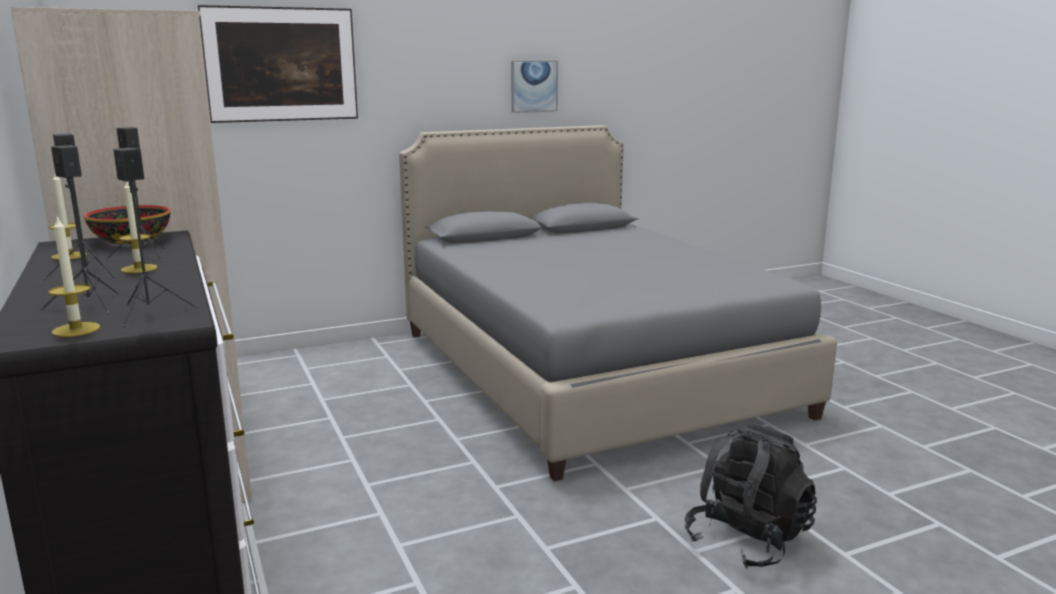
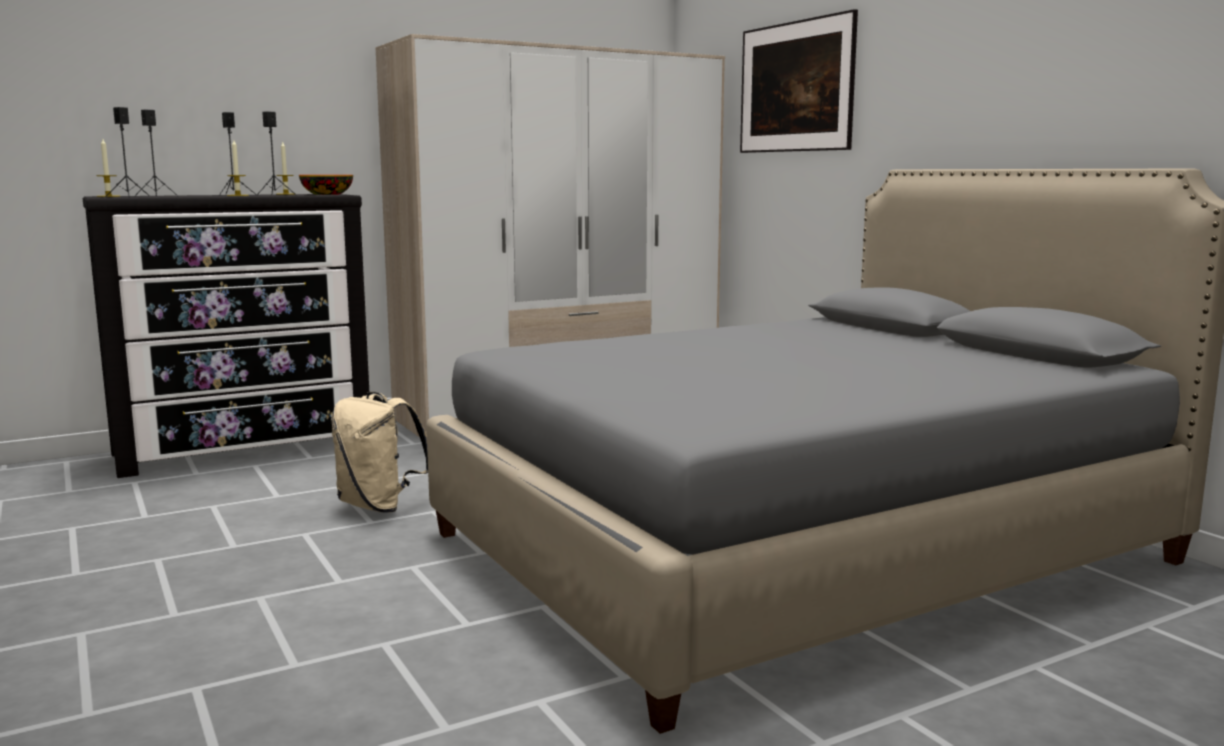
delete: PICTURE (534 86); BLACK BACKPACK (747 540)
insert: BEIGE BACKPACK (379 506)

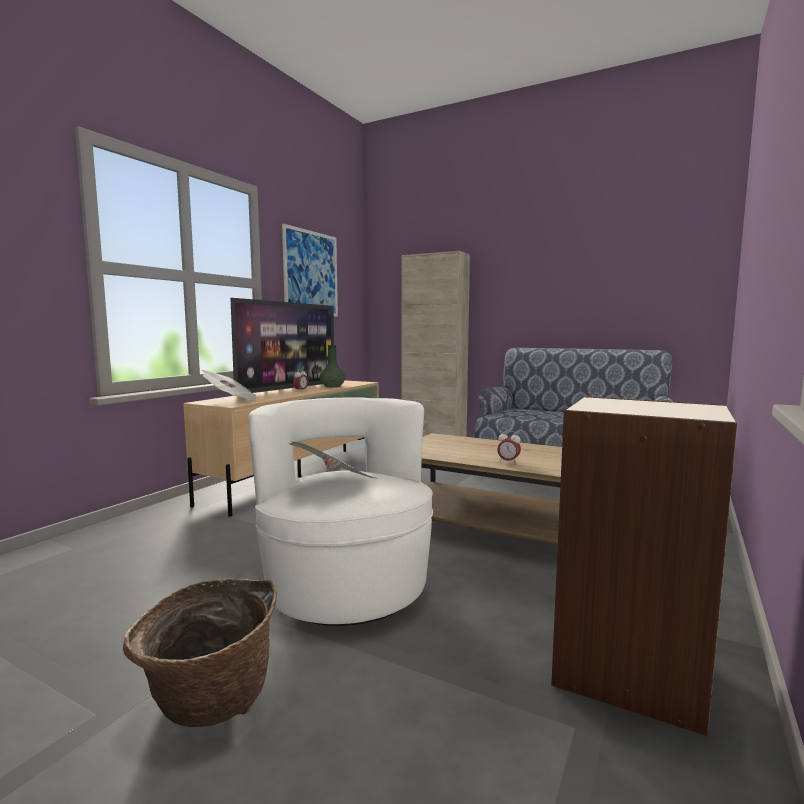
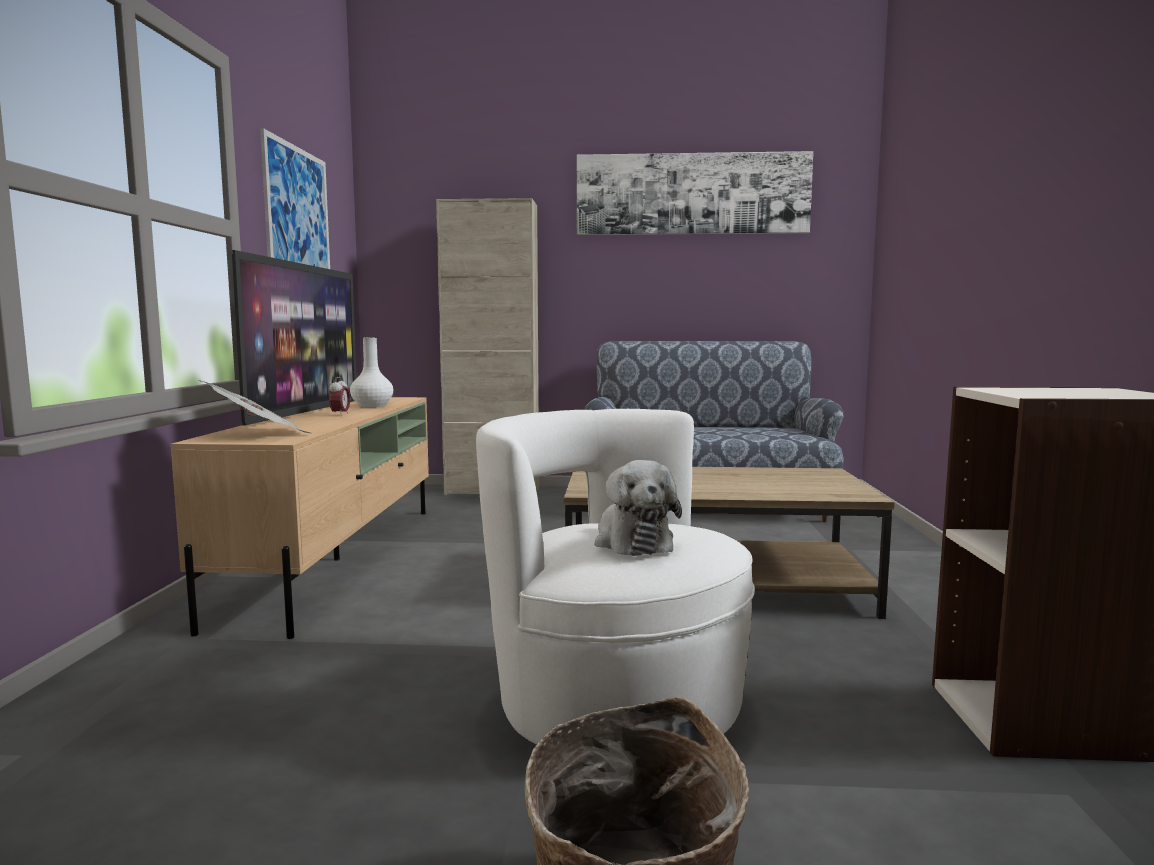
delete: ALARM CLOCK (508 462)
insert: PICTURE (692 194)
replace: NEWSPAPER (335 484) to PLUSH TOY (632 541)
recolor: GREEN VASE (332 386) to WHITE VASE (372 405)

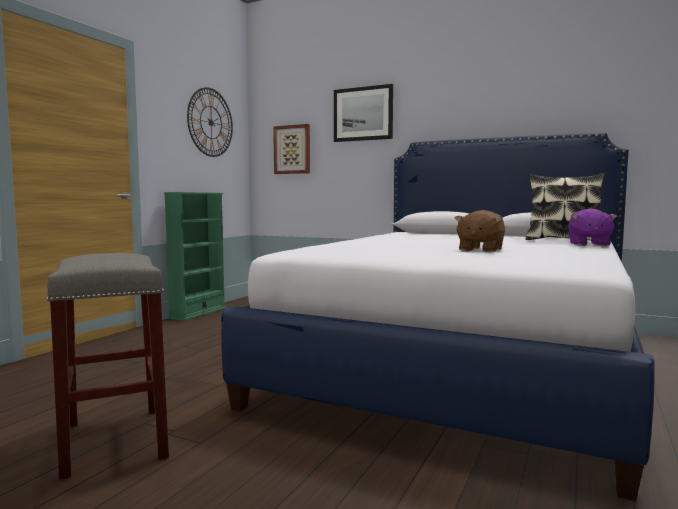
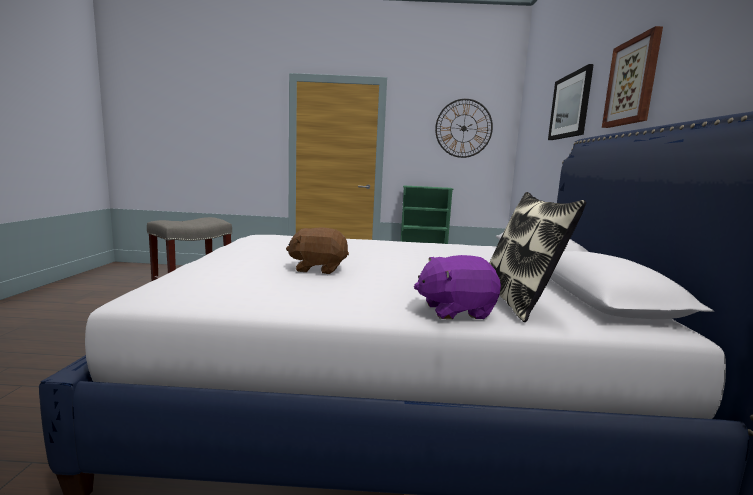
move: PICTURE (292 149) to (632 82)

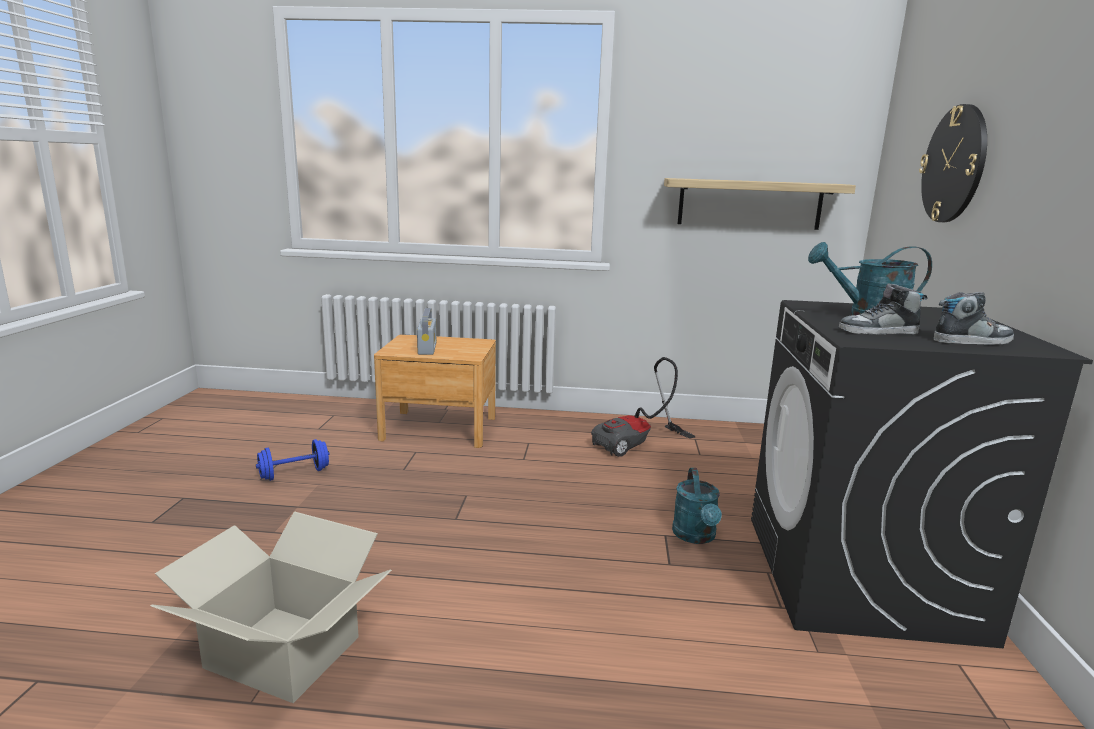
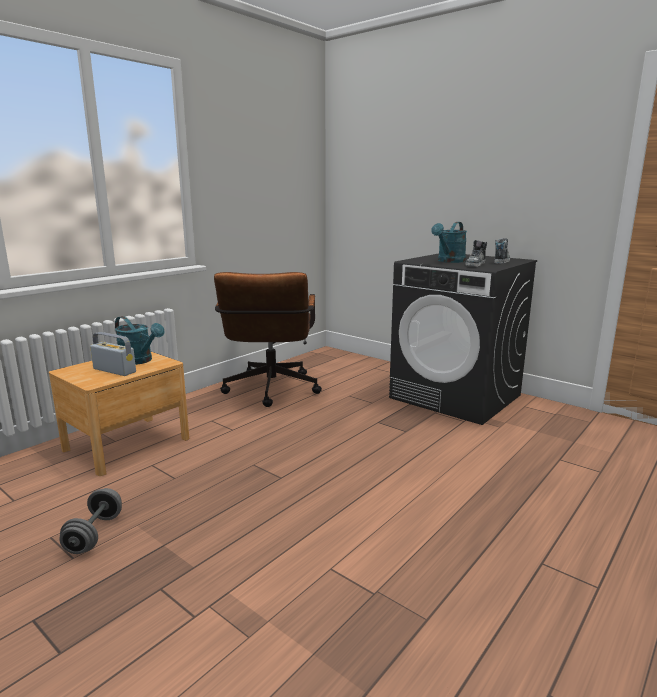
delete: CARDBOARD BOX (284 651); SHELF (749 204); WALL CLOCK (954 164)
move: TURQUOISE WATERING CAN (696 537) to (140 361)
replace: VACUUM CLEANER (638 445) to BROWN OFFICE CHAIR (270 392)
recolor: BLUE DUMBBELL (294 474) to GREY DUMBBELL (94 534)

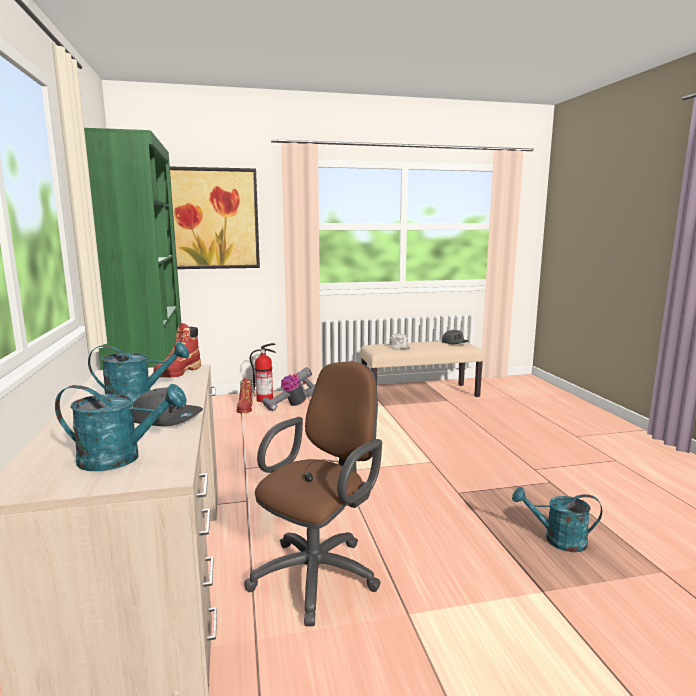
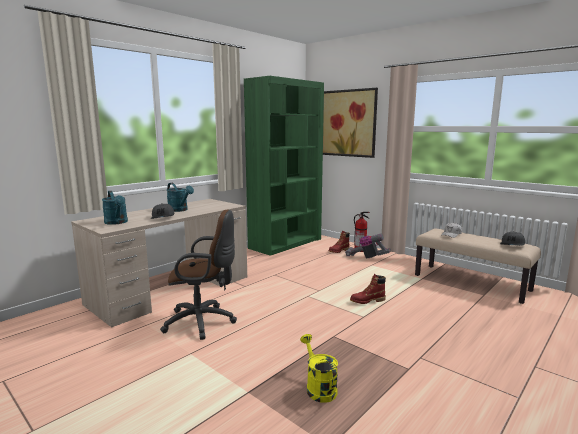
move: RED BOOT (178 373) to (367 301)
recolor: TURQUOISE WATERING CAN (557 540) to YELLOW WATERING CAN (318 387)

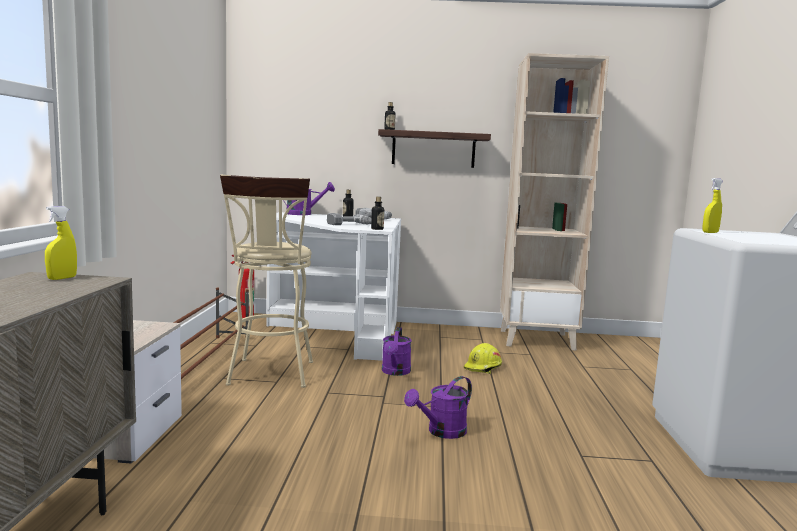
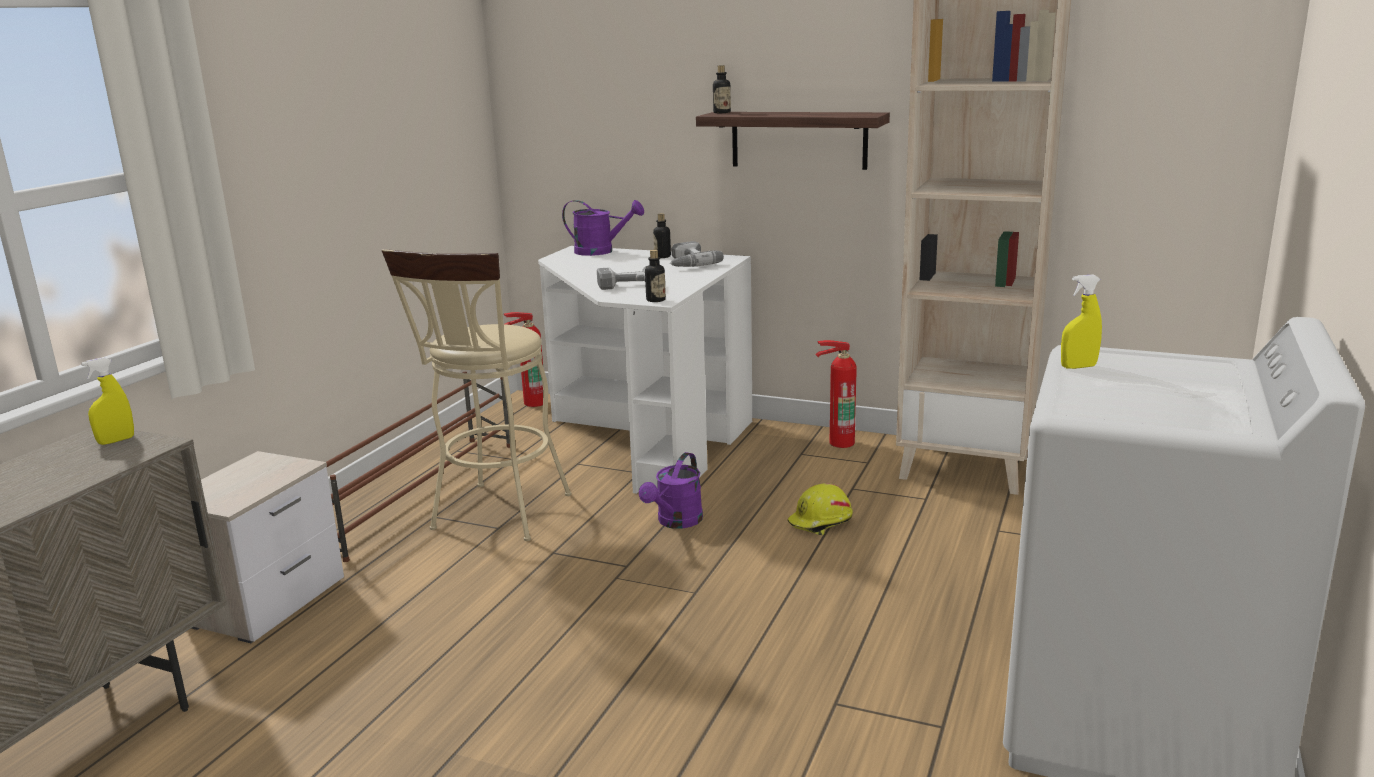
delete: PURPLE WATERING CAN (441 432)
insert: FIRE EXTINGUISHER (839 442)

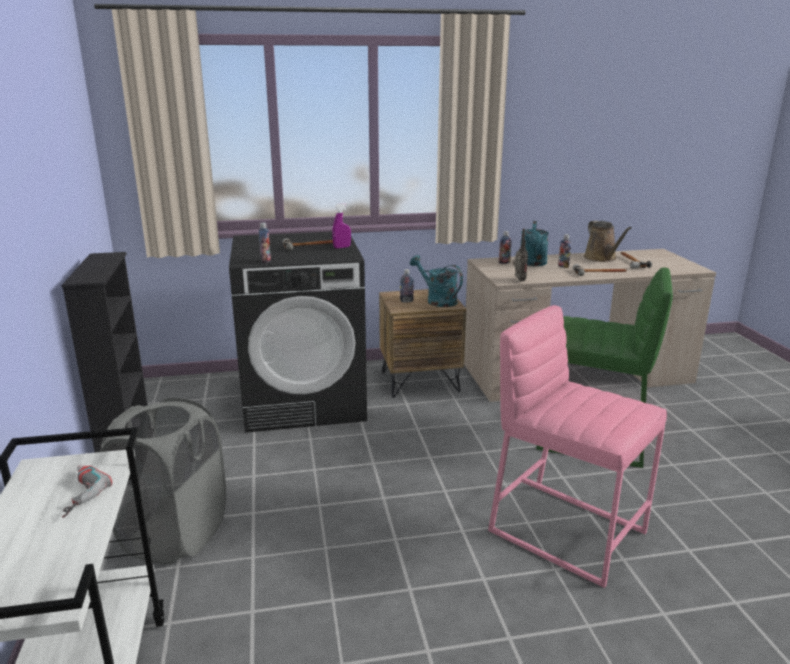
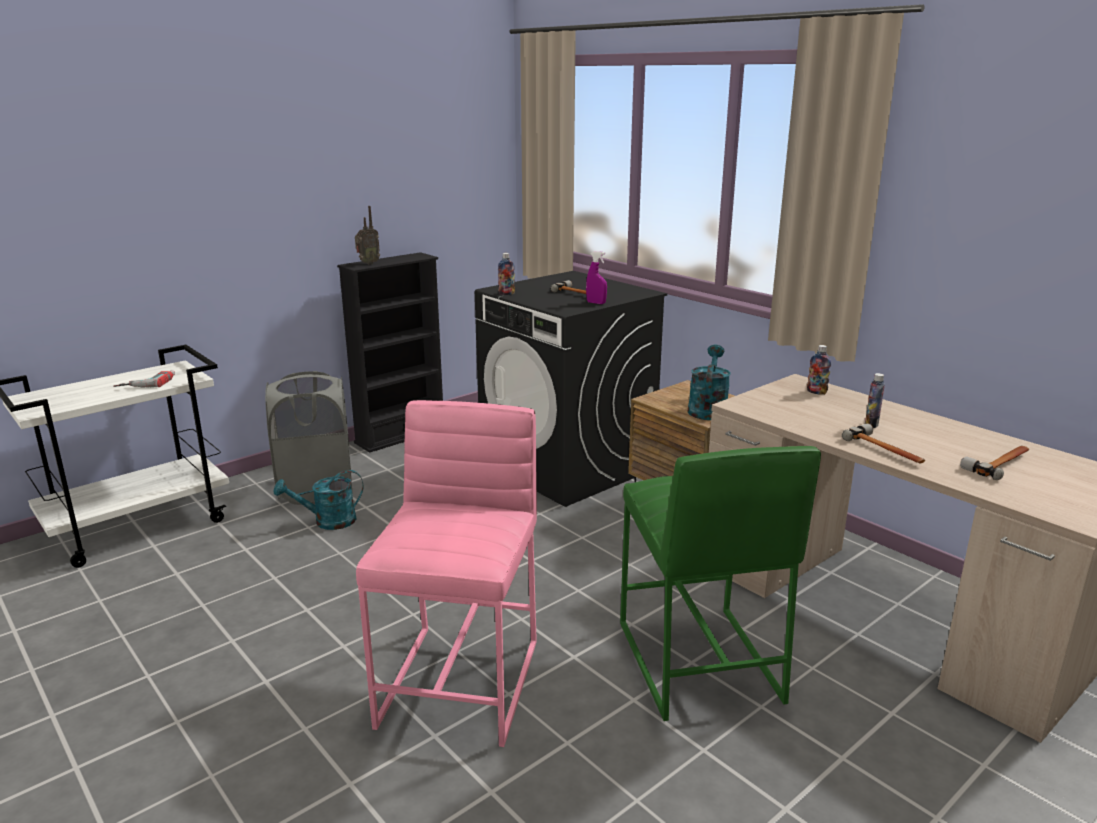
delete: BOTTLE (406 301); BROWN WATERING CAN (602 258)
move: TURQUOISE WATERING CAN (533 263) to (327 522); RADIO (519 281) to (367 263)

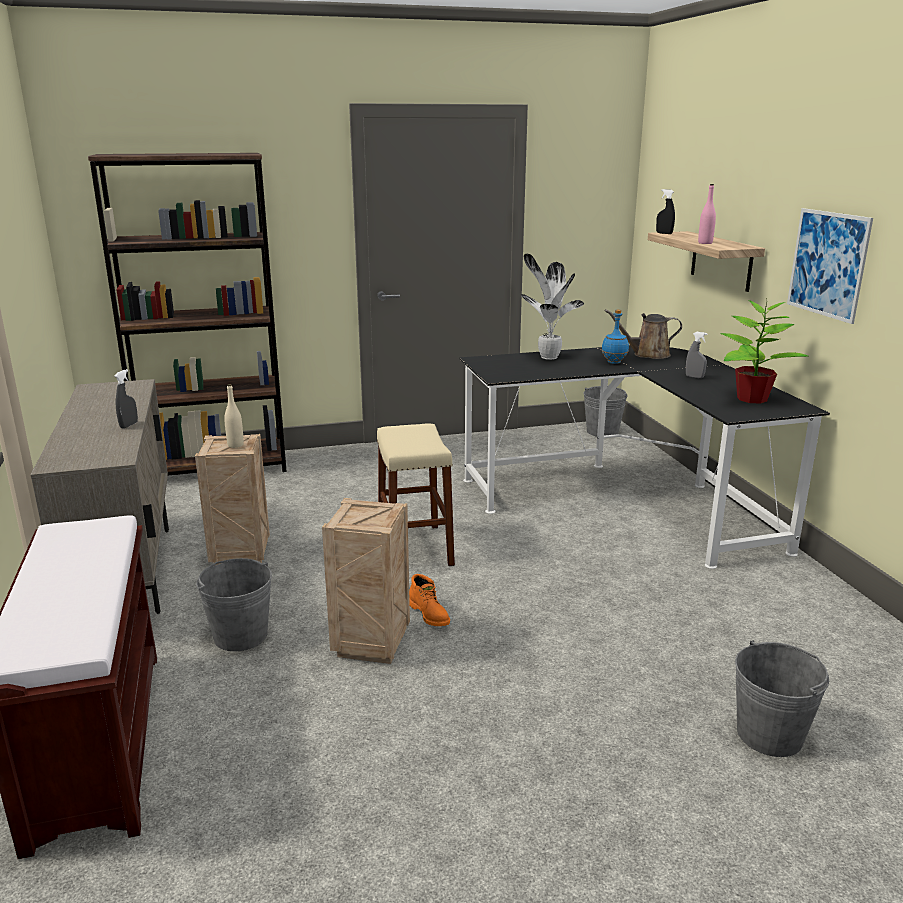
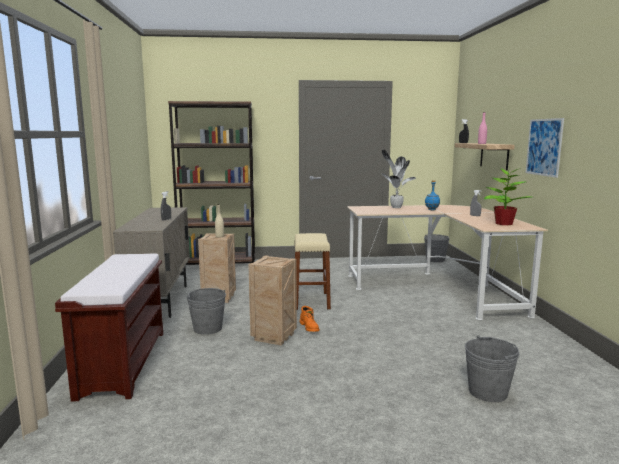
delete: BROWN WATERING CAN (647 354)
recolor: BLACK DESK (626 499) to BEIGE DESK (438 288)

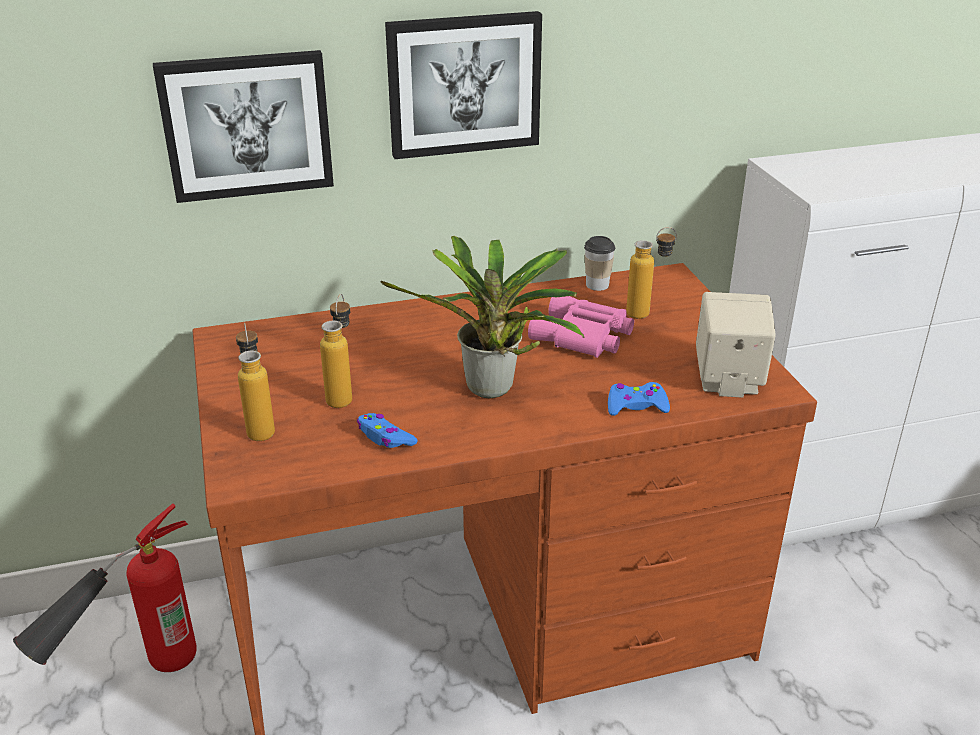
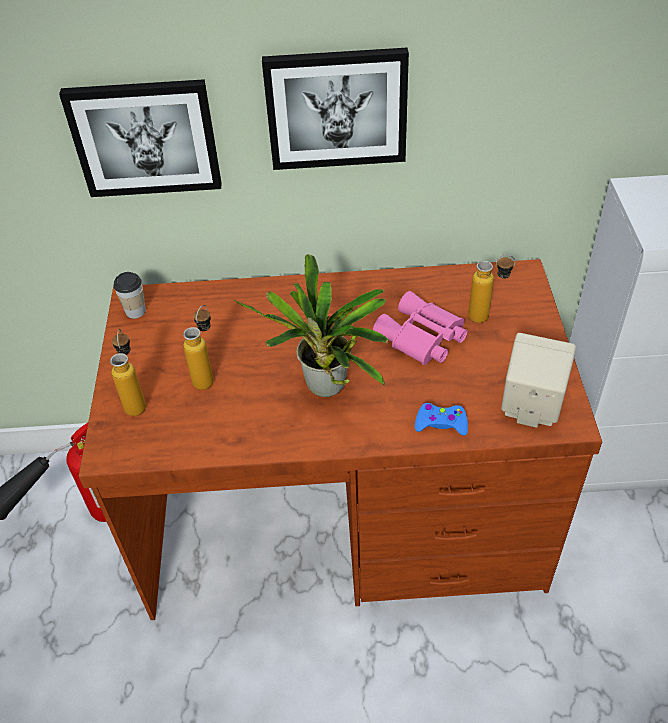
delete: BLUE GAME CONTROLLER (385 437)
move: CUP (597 285) to (135 311)

